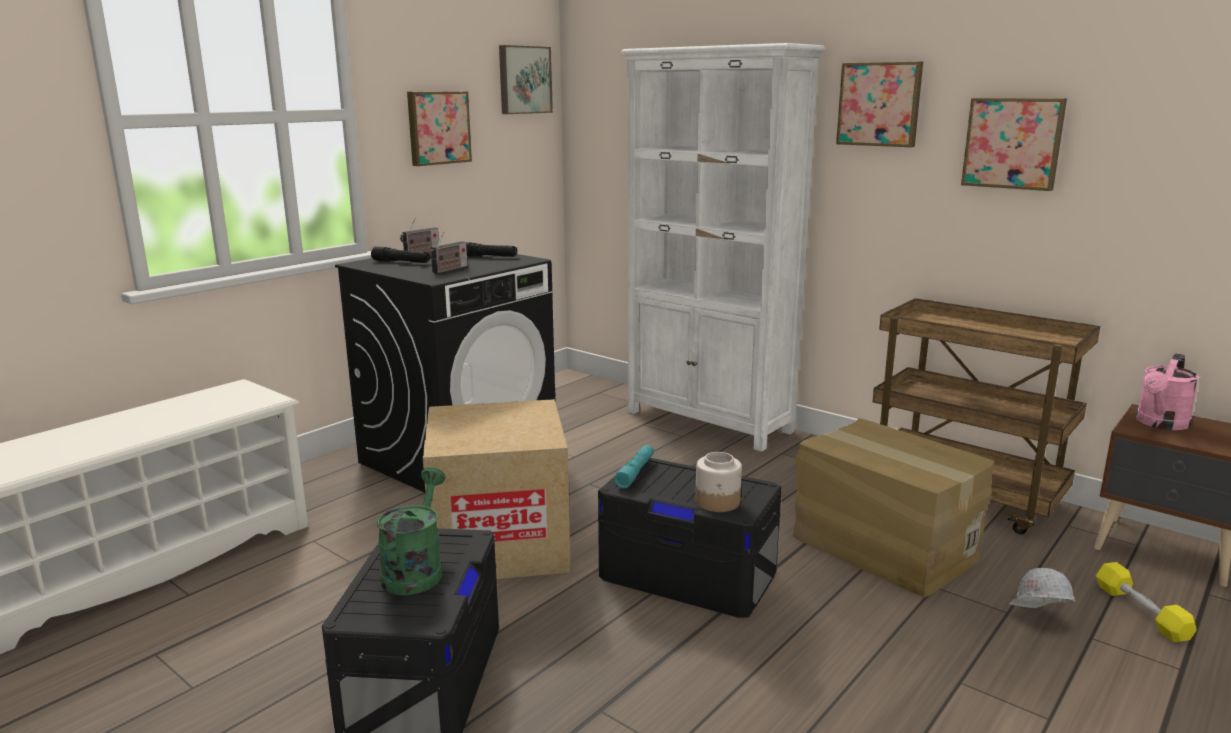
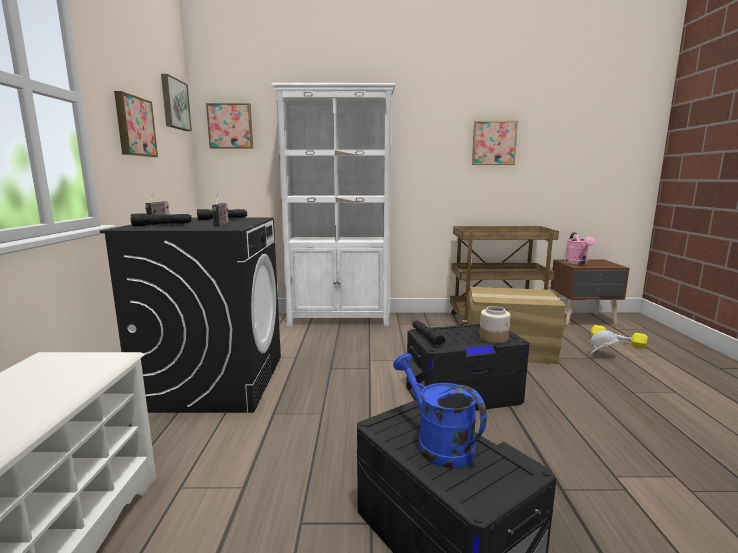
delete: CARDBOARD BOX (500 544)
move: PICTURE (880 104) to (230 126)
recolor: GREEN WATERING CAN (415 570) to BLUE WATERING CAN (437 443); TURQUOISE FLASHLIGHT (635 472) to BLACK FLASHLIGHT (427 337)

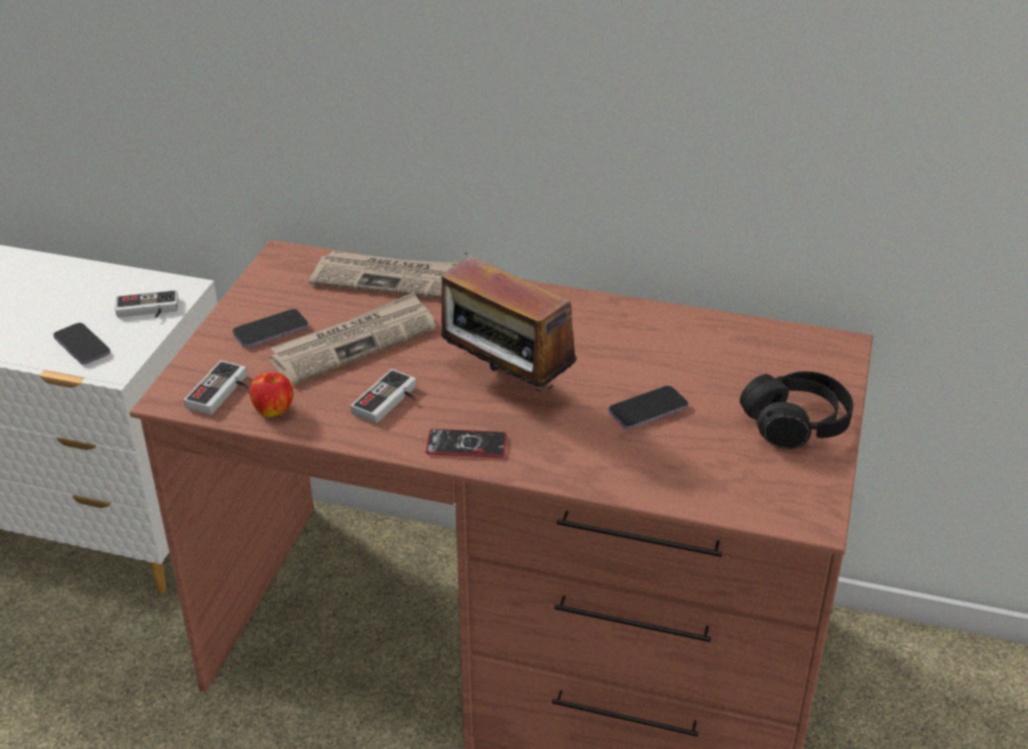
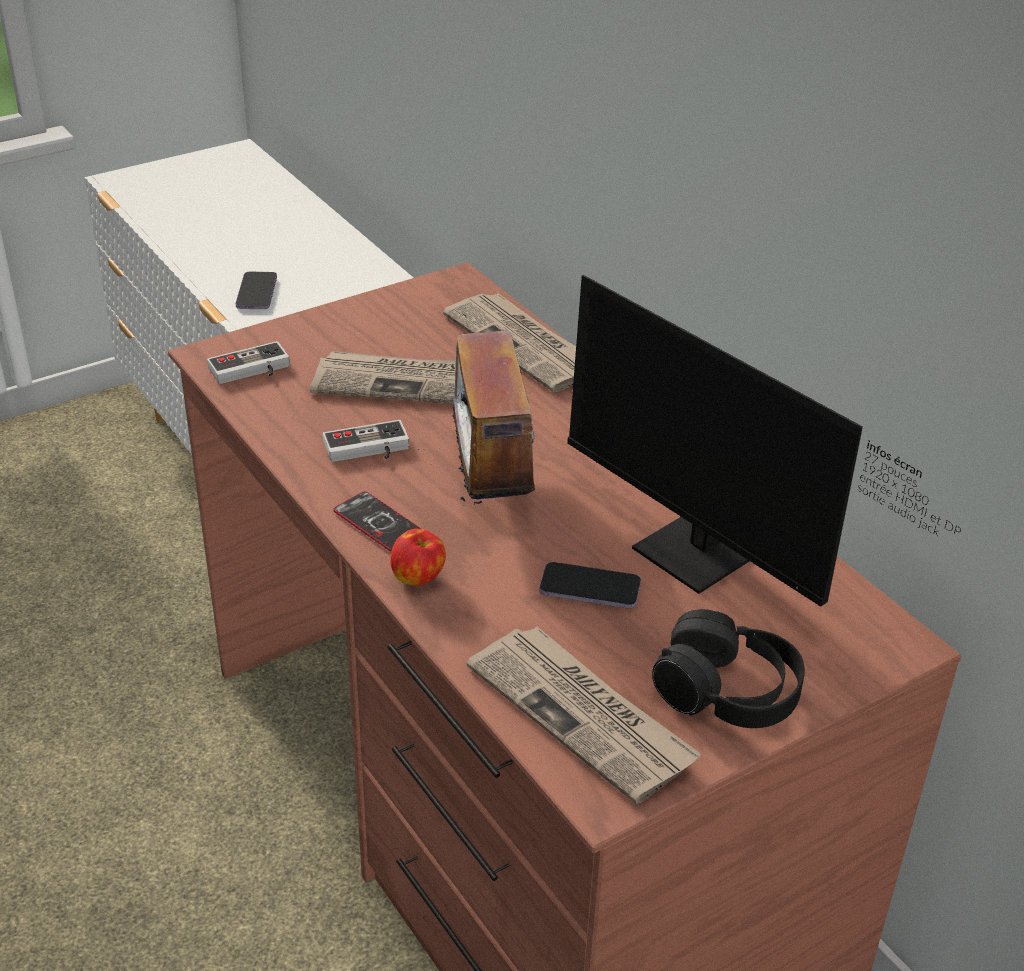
delete: GAME CONTROLLER (147 311); PHONE (270 331)
insert: NEWSPAPER (582 715); MONITOR (705 562)
move: APPLE (274 410) to (418 578)

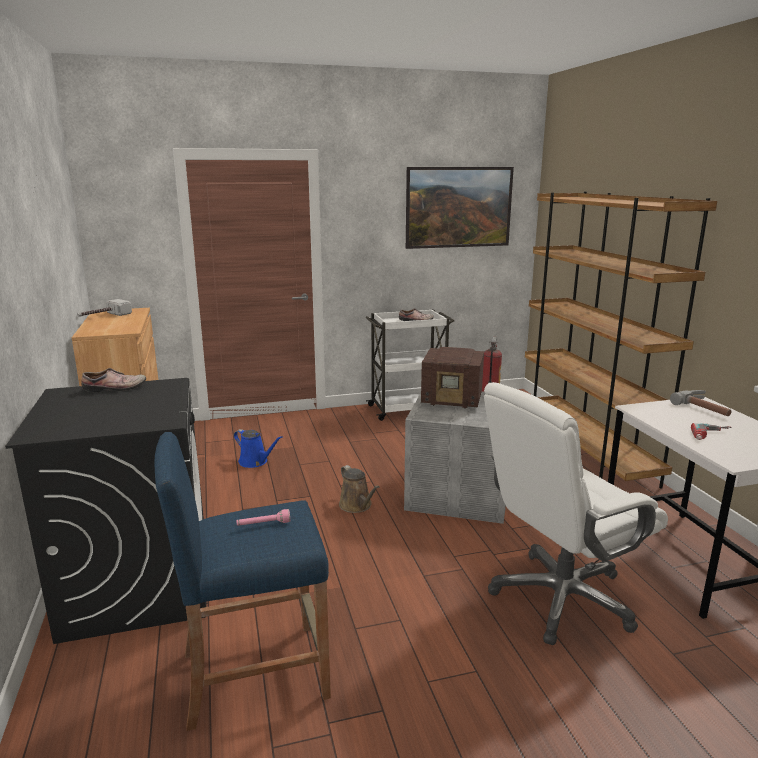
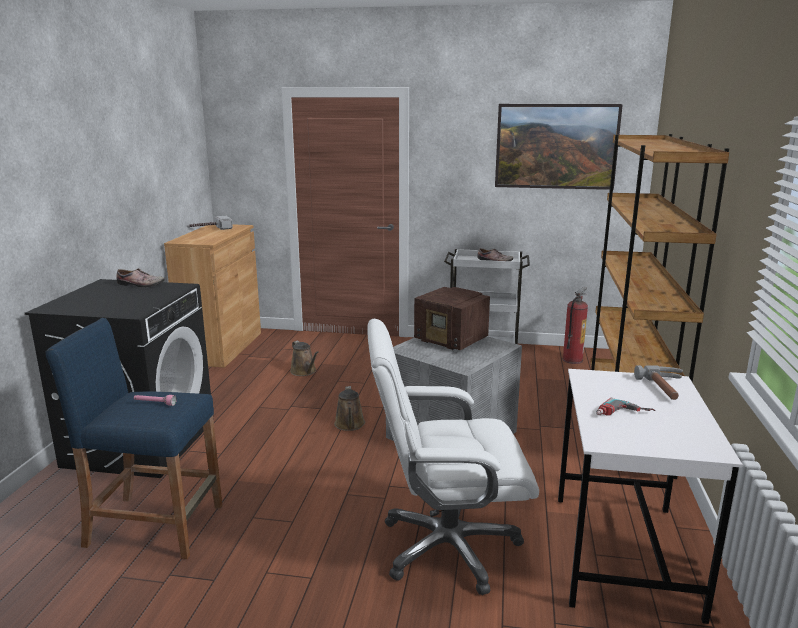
recolor: BLUE WATERING CAN (255 462) to BROWN WATERING CAN (304 372)

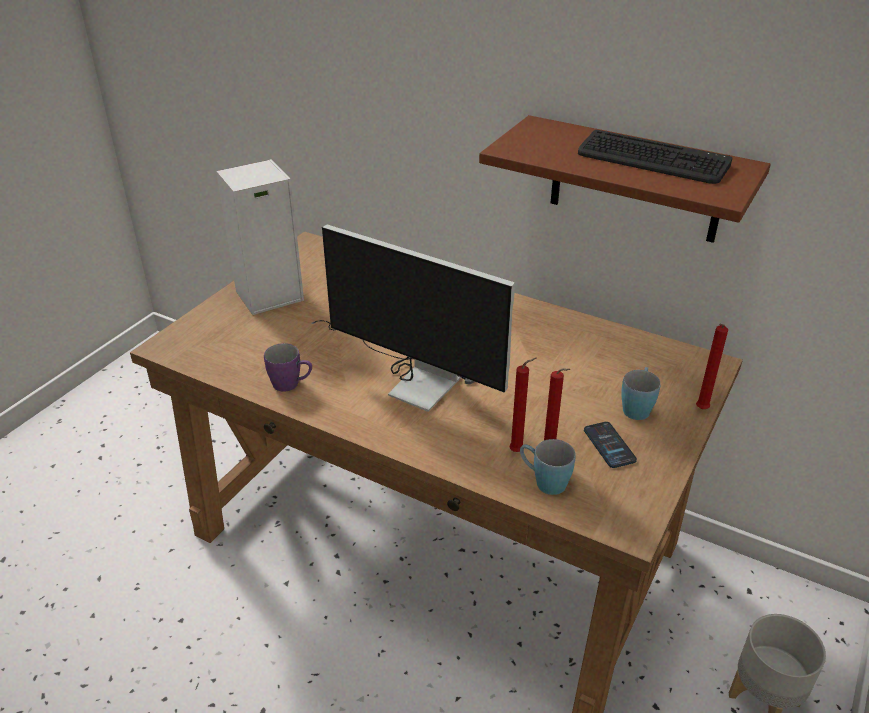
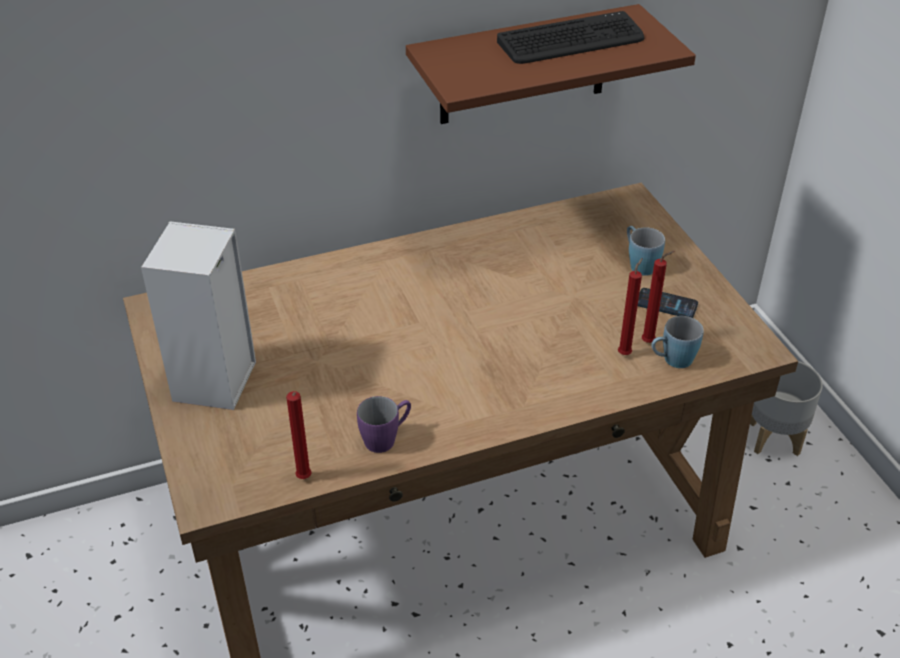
delete: MONITOR (410 378)
move: RED CANDLE (700 410) to (304 479)

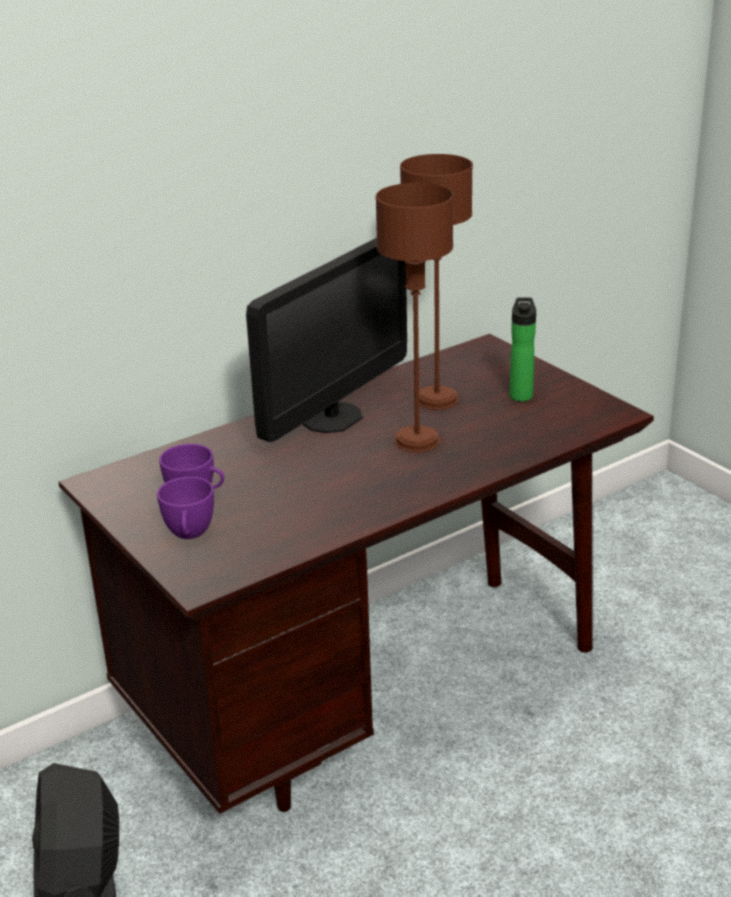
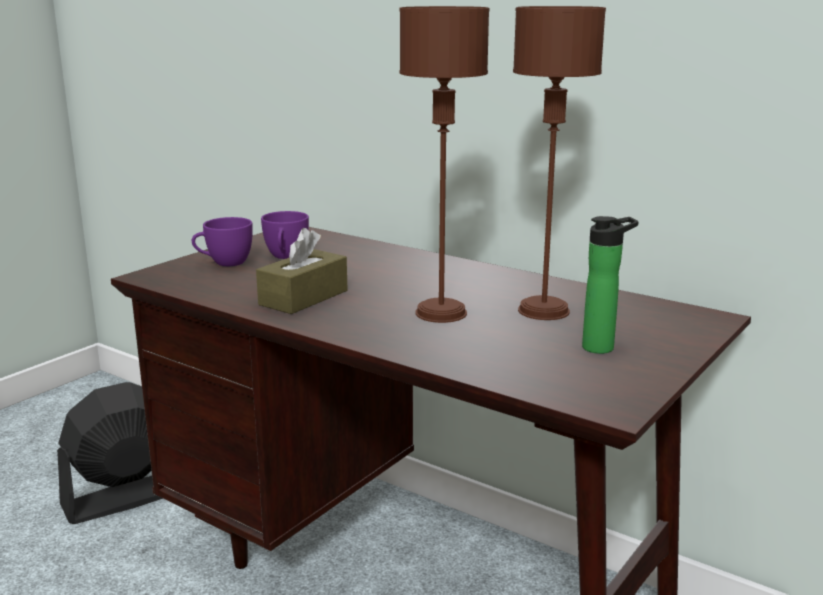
delete: MONITOR (331 417)
insert: BROWN TISSUE BOX (303 297)

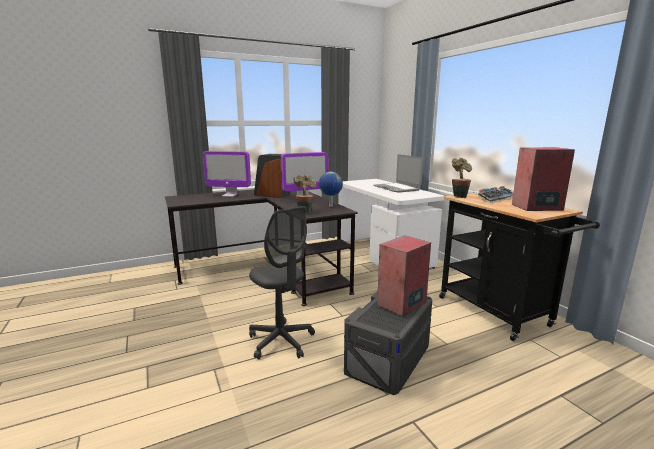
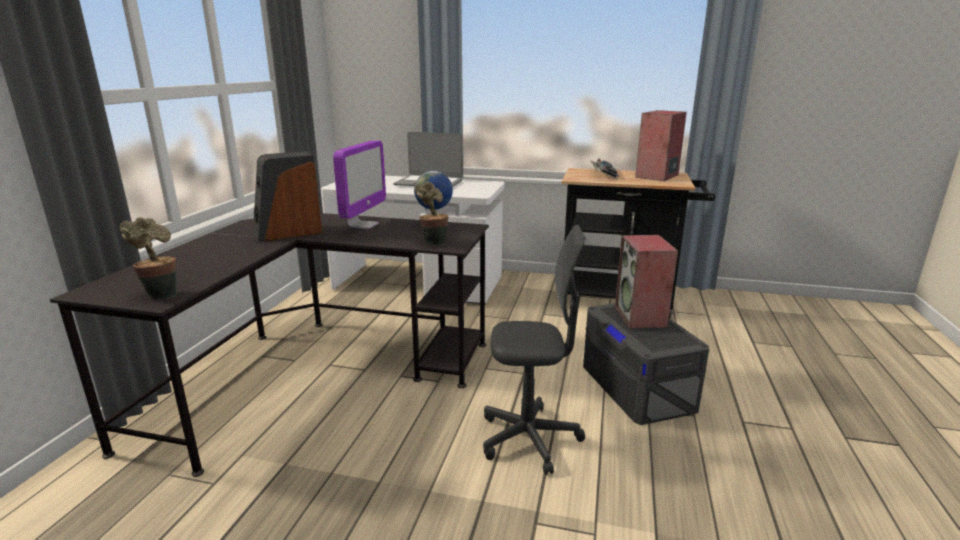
delete: MONITOR (229 195)
move: POTTED PLANT (459 196) to (160 294)

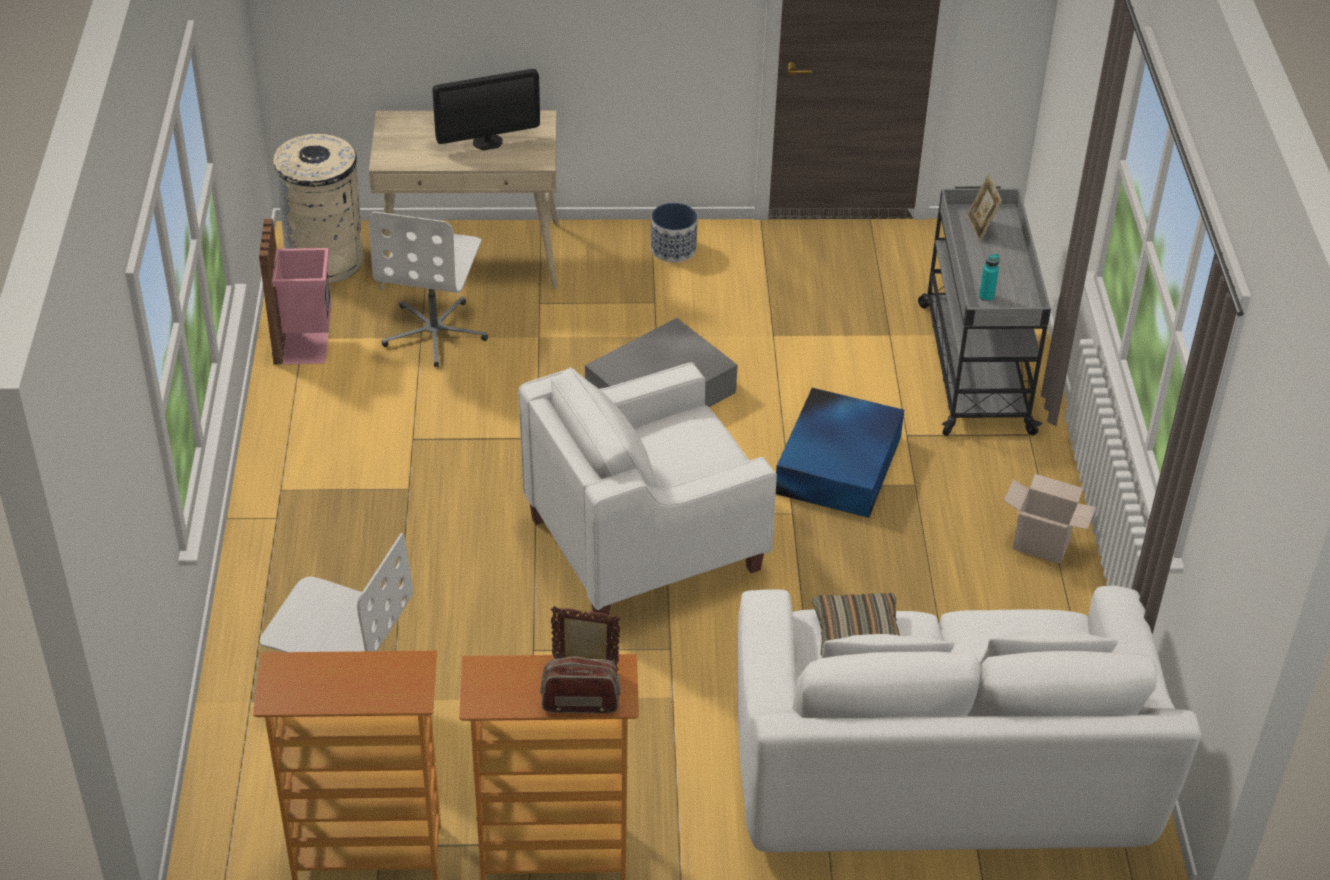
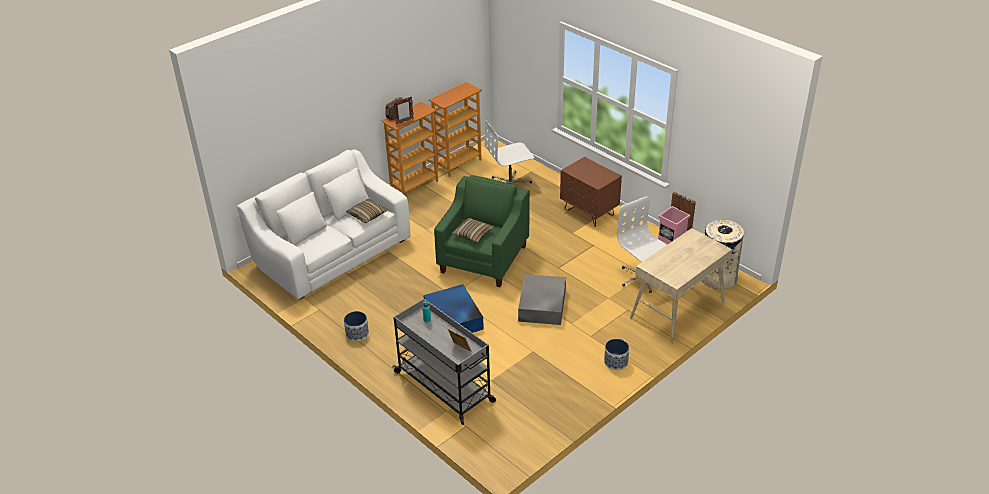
delete: MONITOR (487 142)
insert: PILLOW (473 234); BROWN NIGHTSTAND (589 213)
replace: CARDBOARD BOX (1043 544) to PLANTER (357 334)
recolor: WHITE ARMCHAIR (644 543) to GREEN ARMCHAIR (484 259)

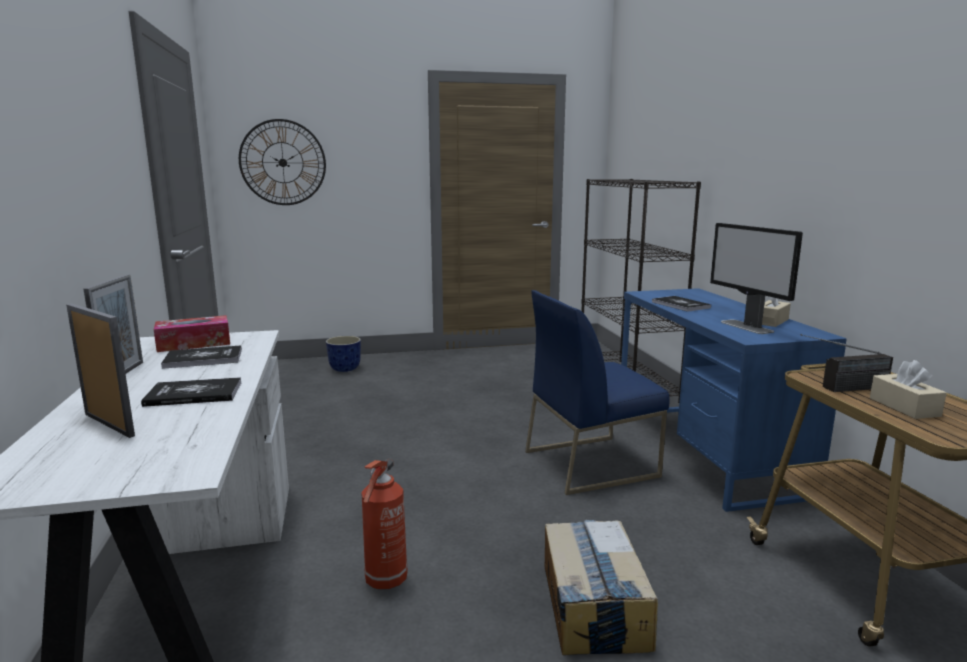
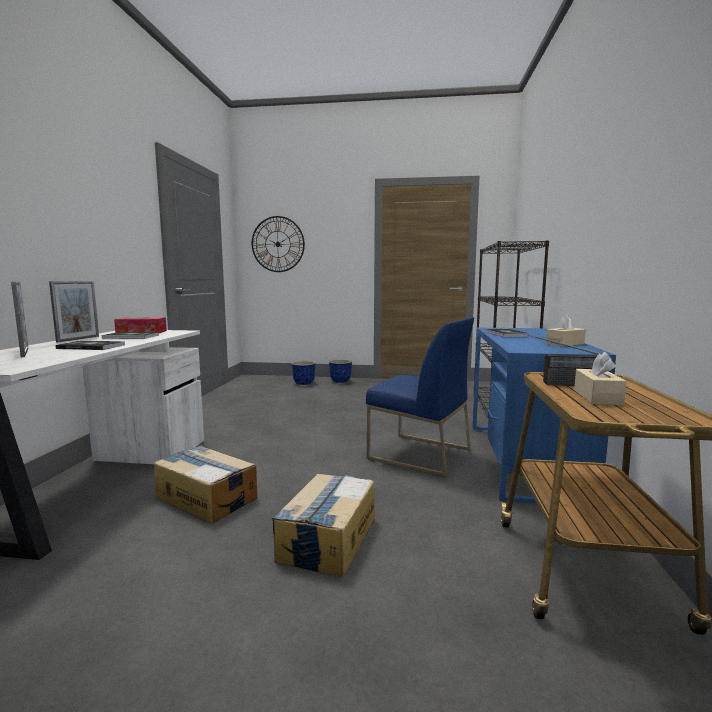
delete: MONITOR (747 327)
insert: PLANTER (341 381)
replace: FIRE EXTINGUISHER (385 582) to CARDBOARD BOX (206 497)
rotate: BLUE CHAIR (591 463) = (418 454) 150 degrees counterclockwise

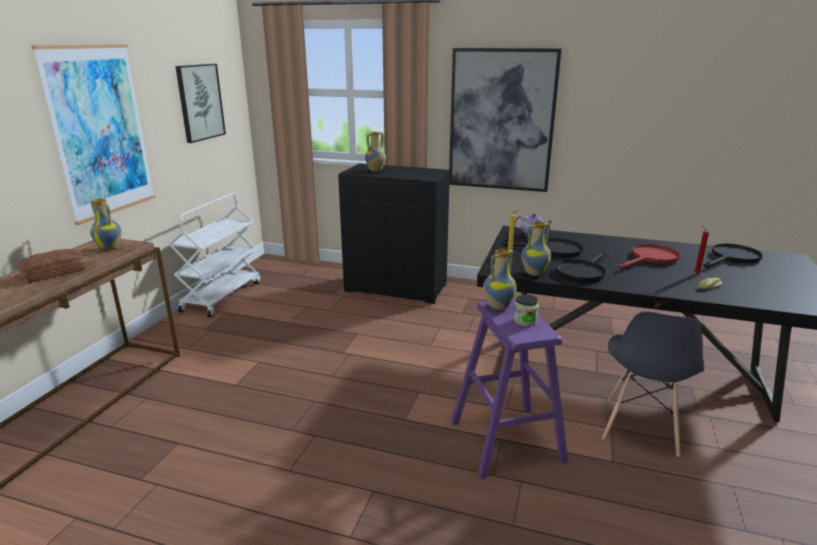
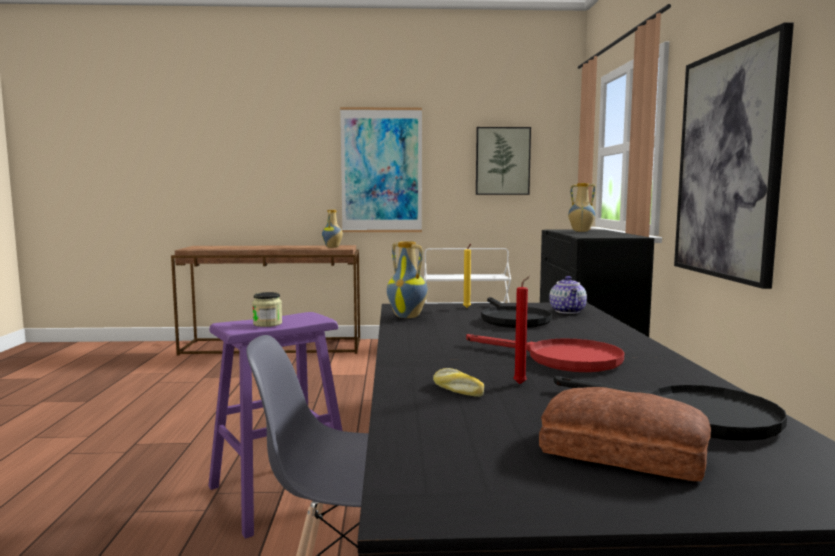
delete: VASE (497 306); BLACK FRYING PAN (582 272)
move: BREAD (55 272) to (623 453)

